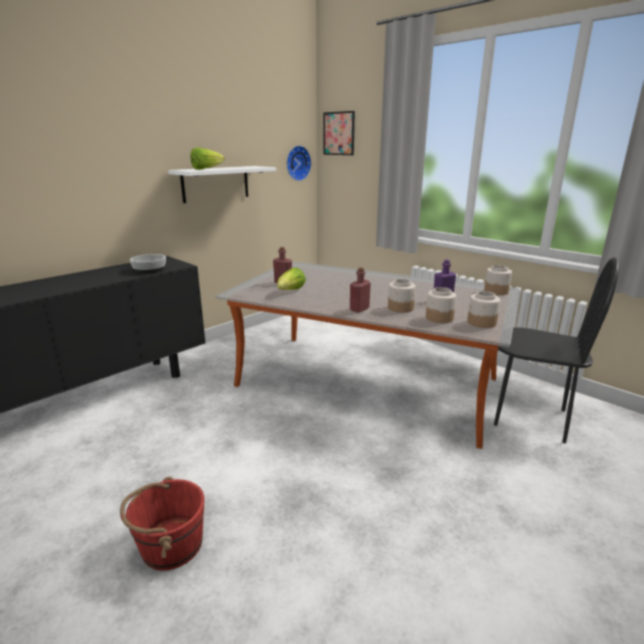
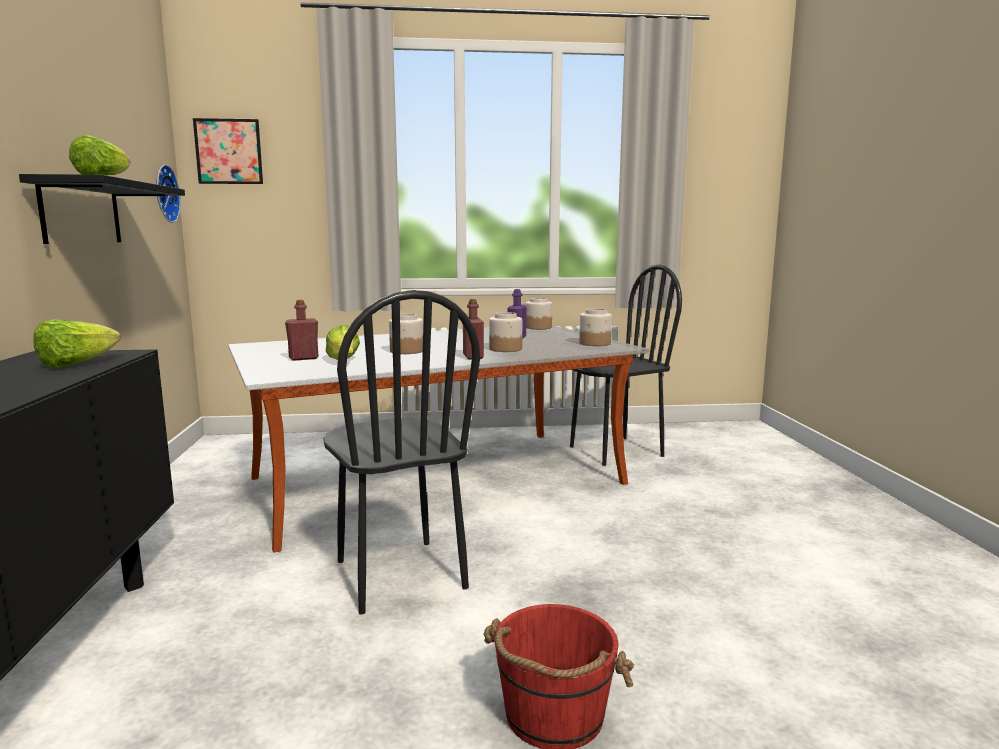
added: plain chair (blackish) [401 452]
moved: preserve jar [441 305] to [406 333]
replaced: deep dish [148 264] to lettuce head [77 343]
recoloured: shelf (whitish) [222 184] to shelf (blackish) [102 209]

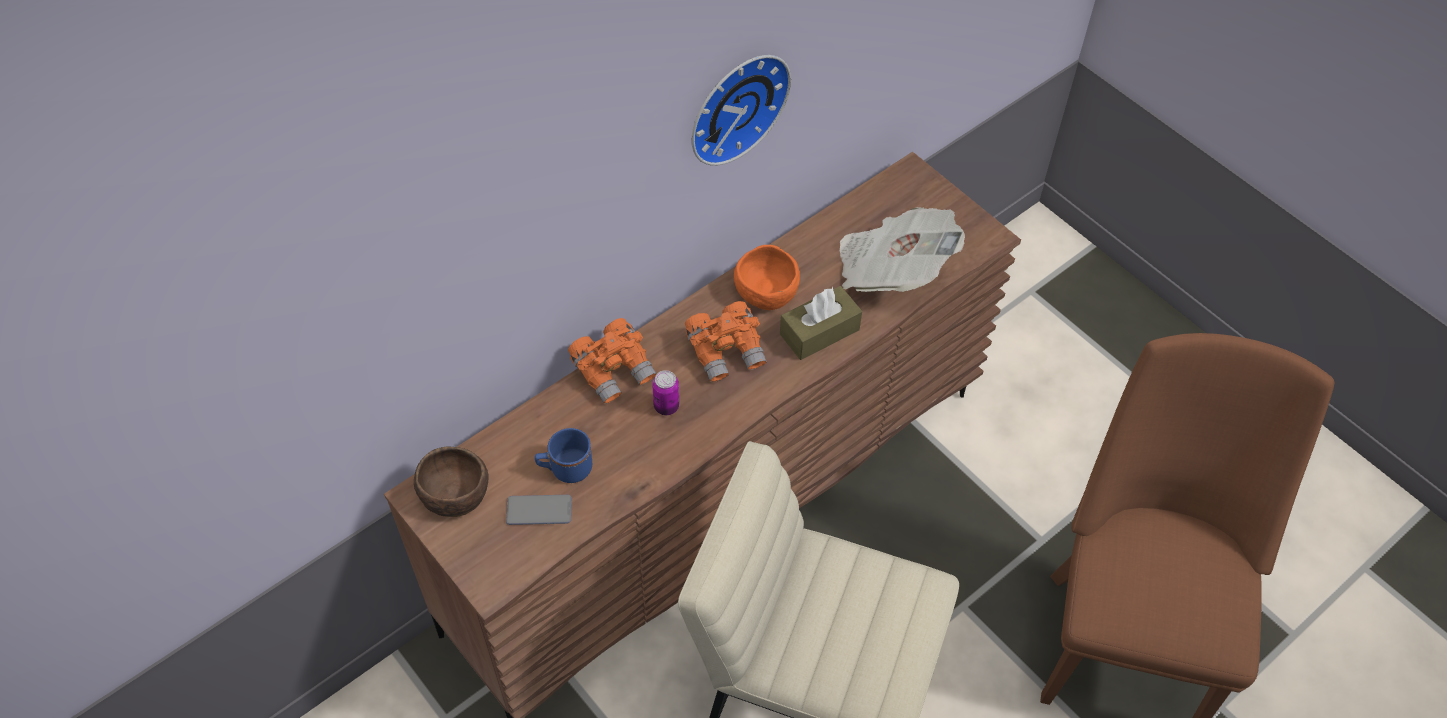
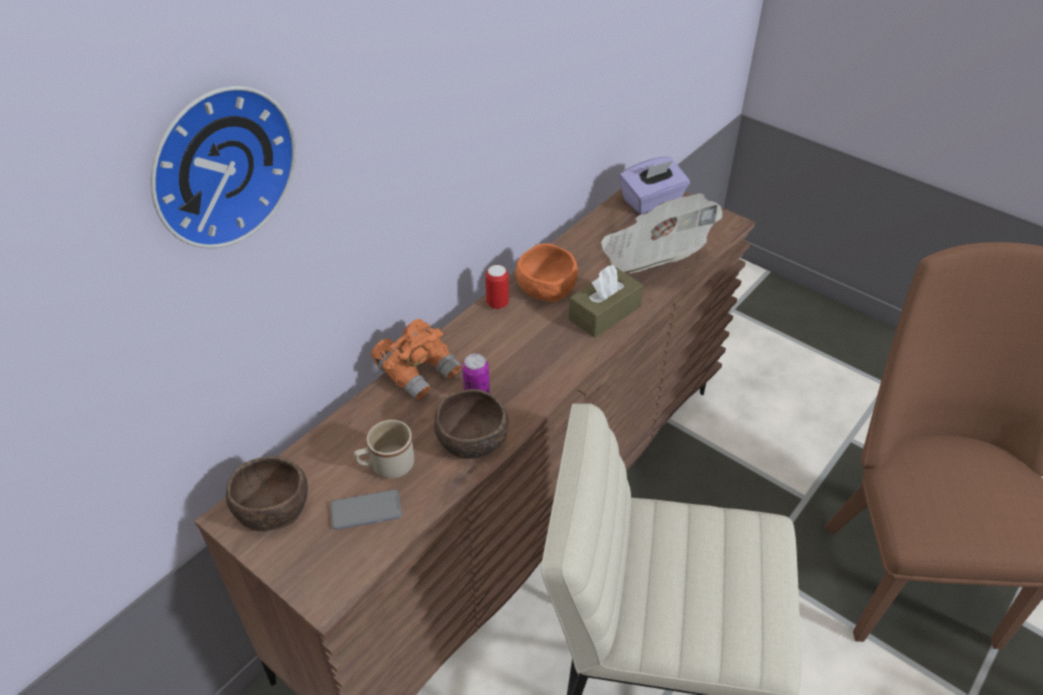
removed: field glasses (orange) [726 341]
added: deep dish (brownish) [471 424]; can [497 287]; box of tissues (purple-coloured) [654 185]
moved: wall clock [741 110] to [223 167]
recoloured: tea mug (blue-coloured) [563 455] to tea mug (sand-coloured) [384 449]

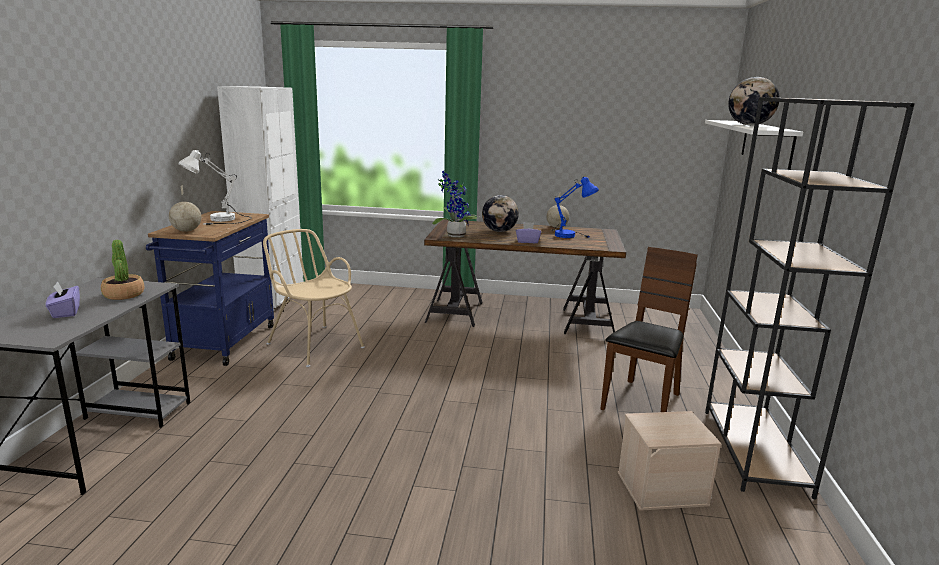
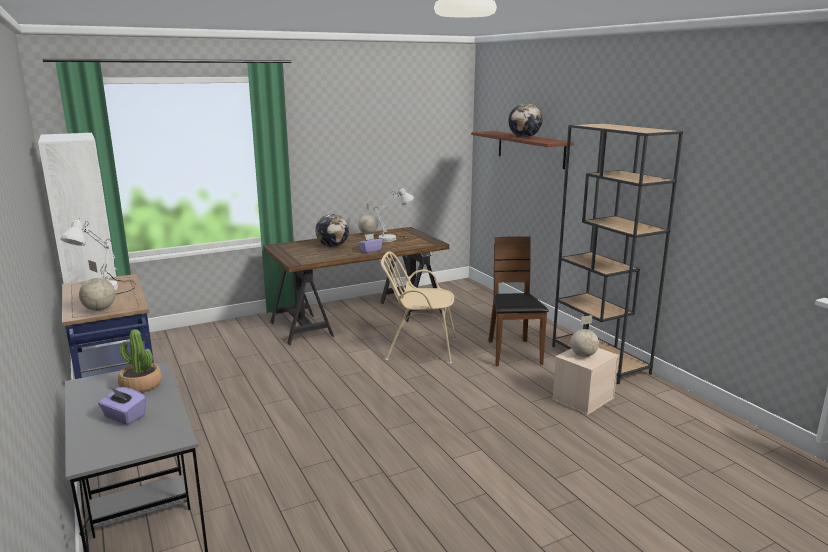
removed: potted plant [456 204]
added: world globe [584 336]
moved: plain chair (sand-coloured) [314 298] to [419 307]
recoloured: table lamp (blue-coloured) [575 207] to table lamp (whitish) [394 215]; shelf (whitish) [754 145] to shelf (brownish) [522 150]

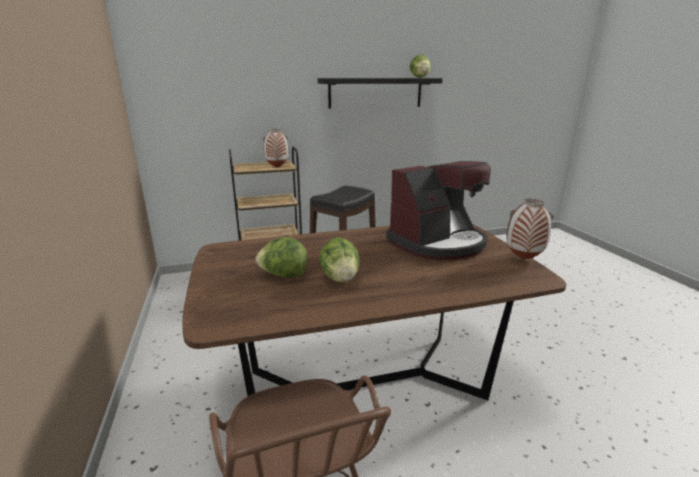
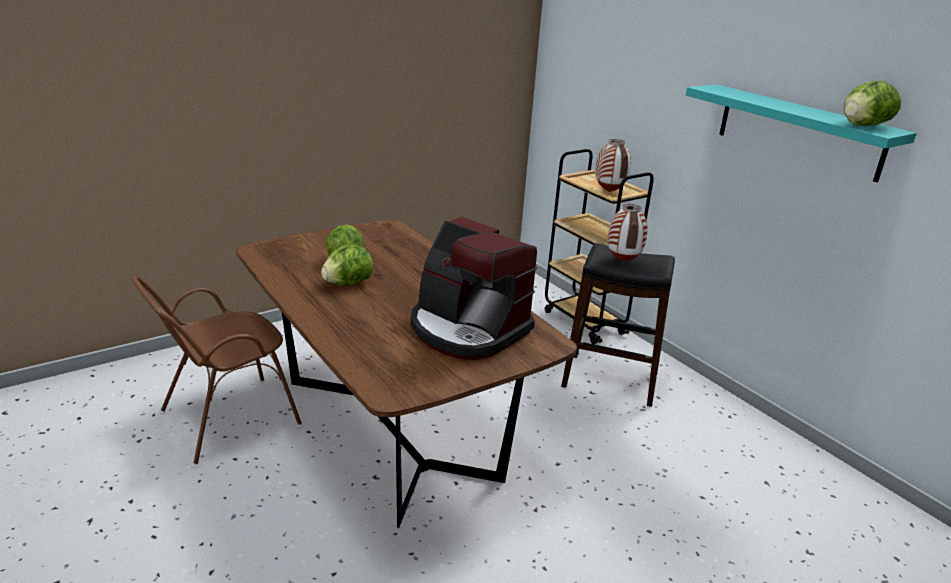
moved: decorative vase [529 229] to [627 233]
recoloured: shelf (blackish) [380 93] to shelf (blue-green) [801 133]

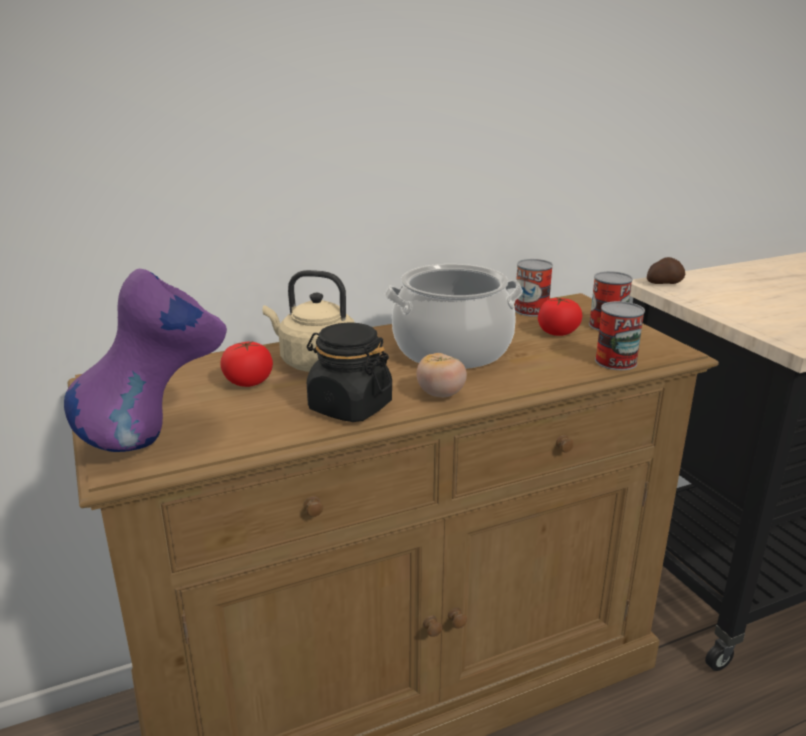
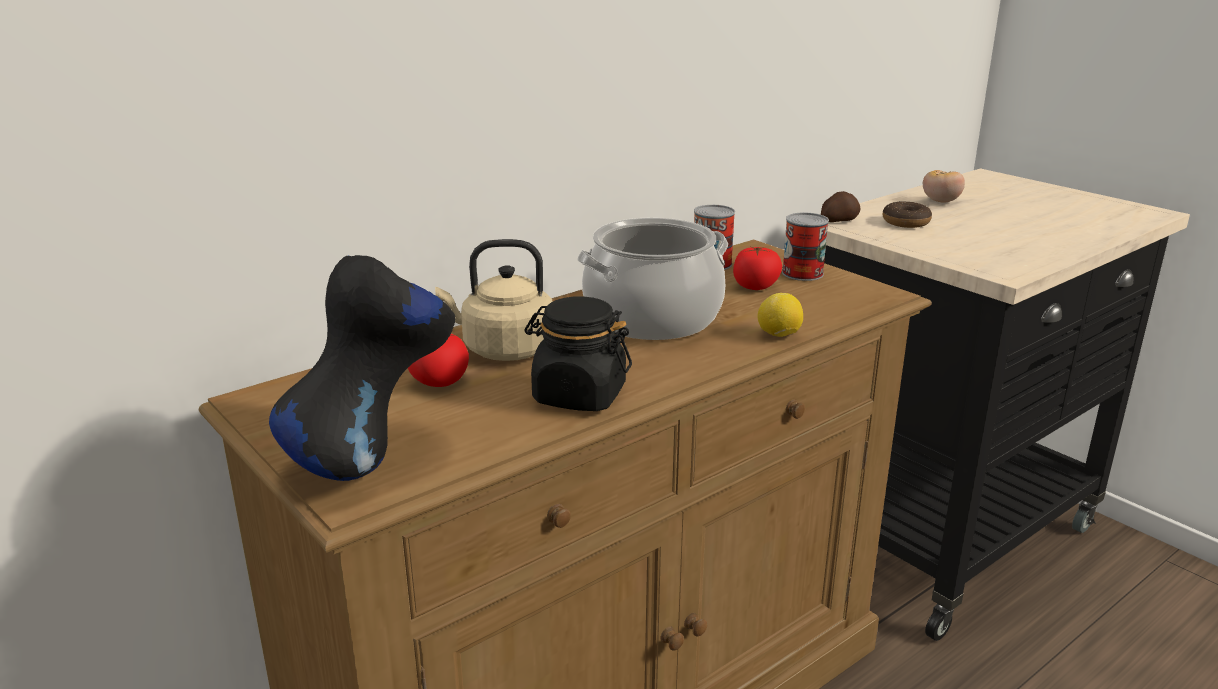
removed: can [620 335]
added: whole lemon [780 315]; donut [907 214]
moved: whole tomato [441 375] to [944 186]
recoloured: decorative vase (purple-coloured) [145 360] to decorative vase (blackish) [362 368]

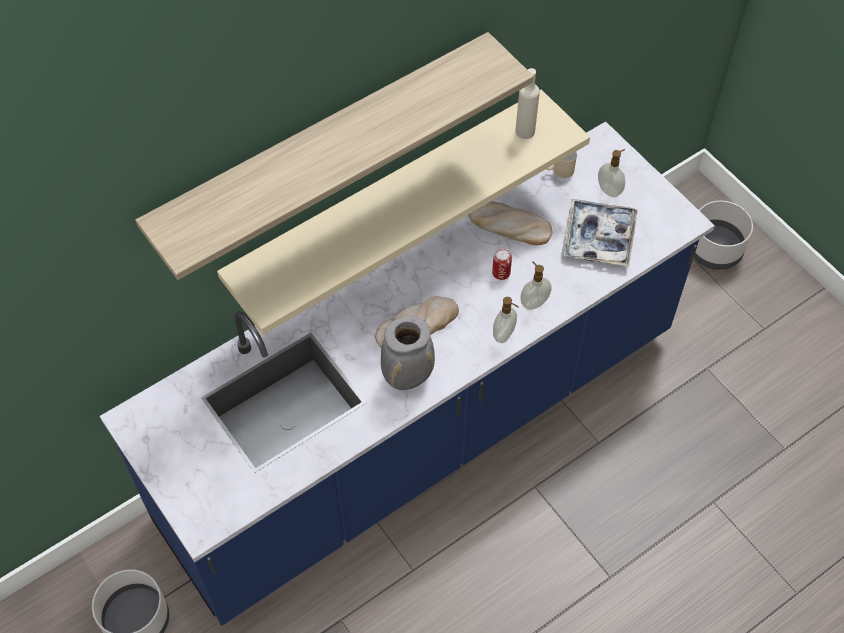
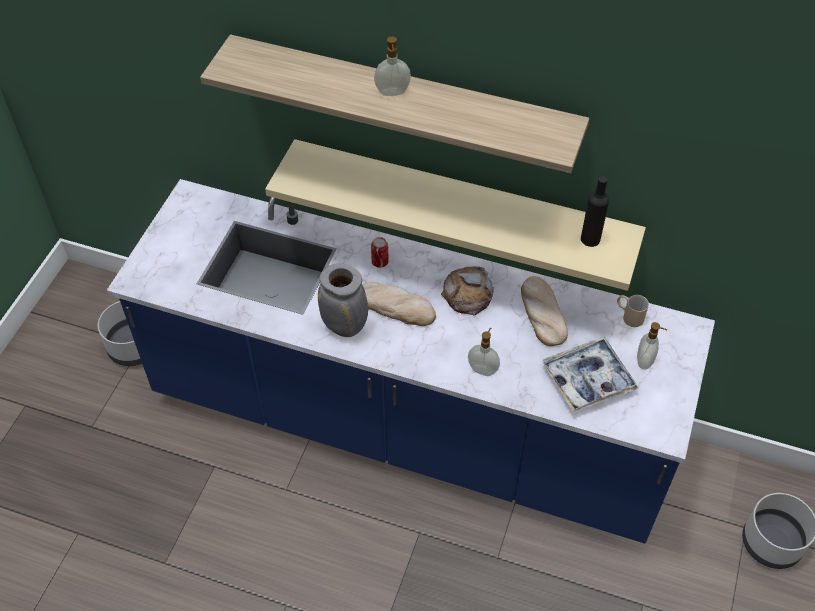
added: baked bread [467 290]
moved: can [502 264] to [380 252]; liquid soap bottle [506 320] to [392 66]
recoloured: bottle (sand-coloured) [527 103] to bottle (blackish) [595 211]

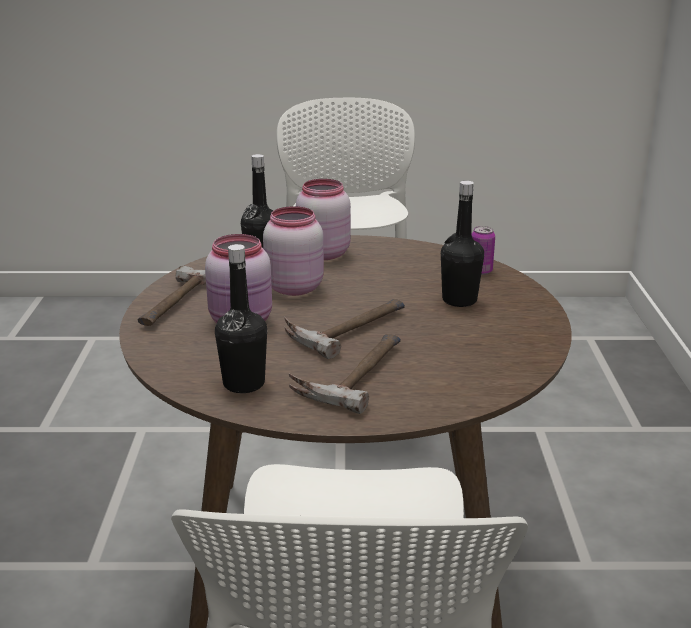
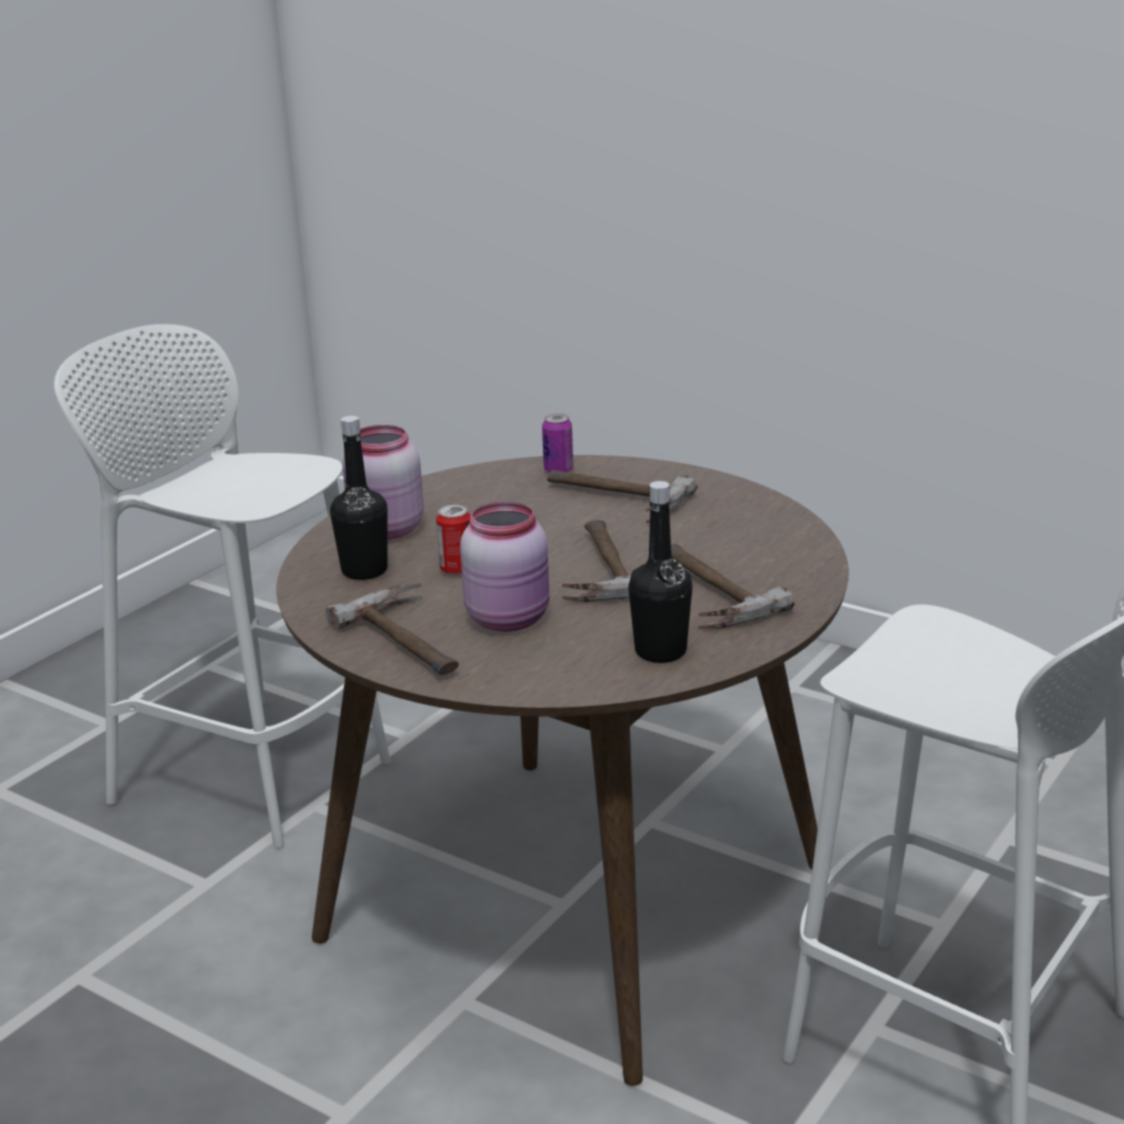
replaced: preserve jar (pink-coloured) [293 251] to can [453 540]; bottle (blackish) [462 244] to hammer [622 496]

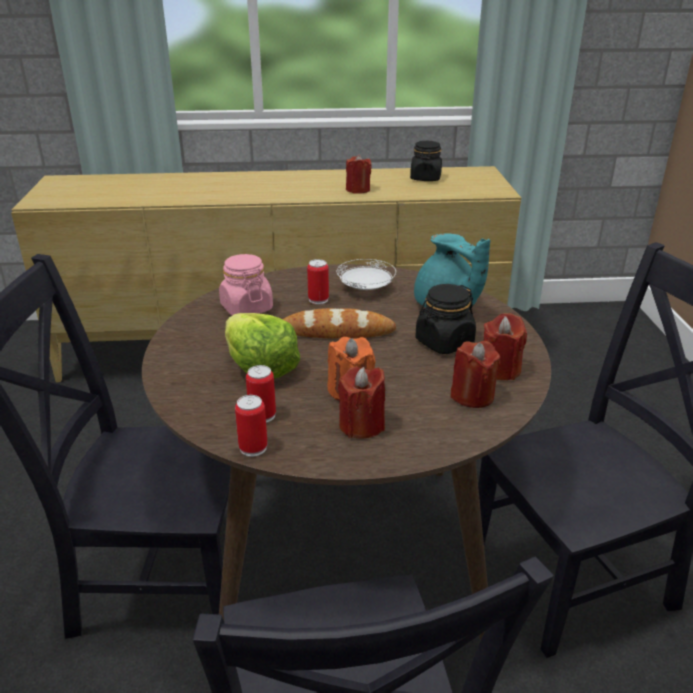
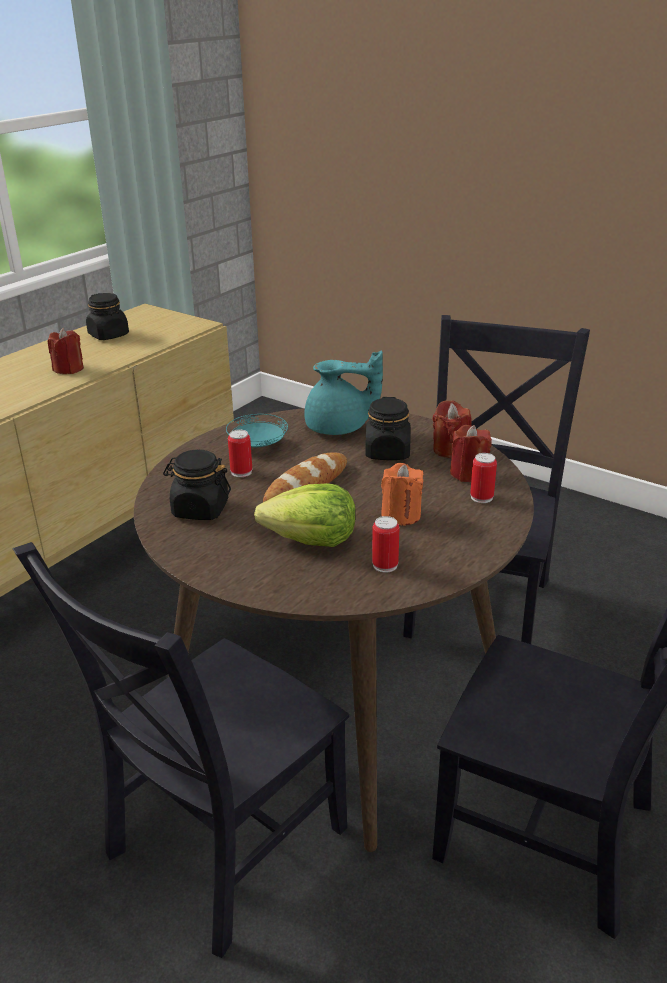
removed: wax light (red) [361 403]
moved: can [251 426] to [483 478]
recoloured: preserve jar (pink-coloured) [246 285] to preserve jar (blackish) [197 485]; plate (whitish) [366 274] to plate (blue-green) [257 430]

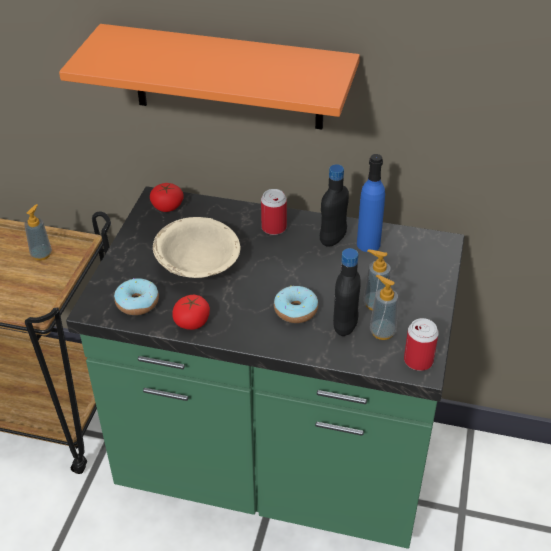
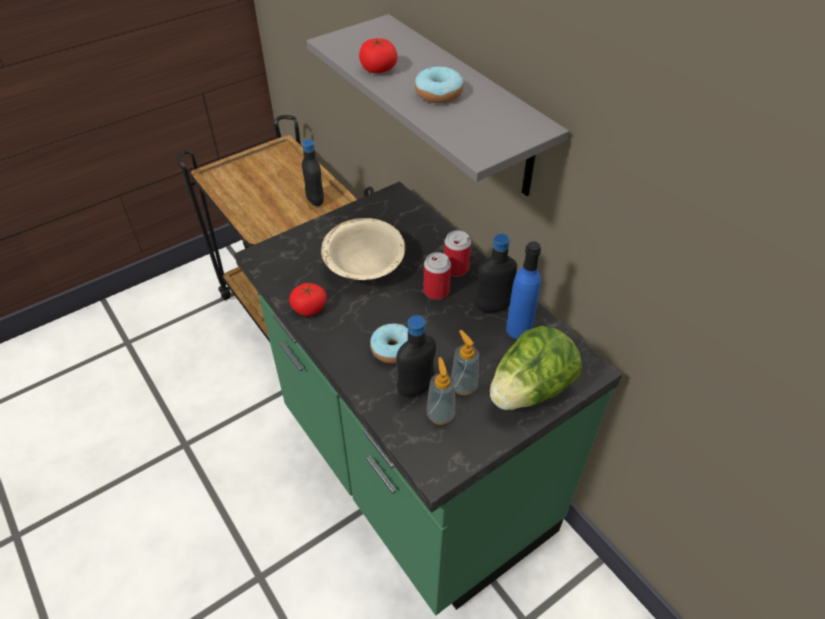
added: lettuce head [536 368]
moved: whole tomato [167 197] to [378 55]; donut [136 296] to [439 85]; can [421 344] to [437 276]
replaced: liquid soap bottle [38 232] to bottle (blackish) [313 173]
recoloured: shelf (orange) [209 77] to shelf (grey) [437 105]

